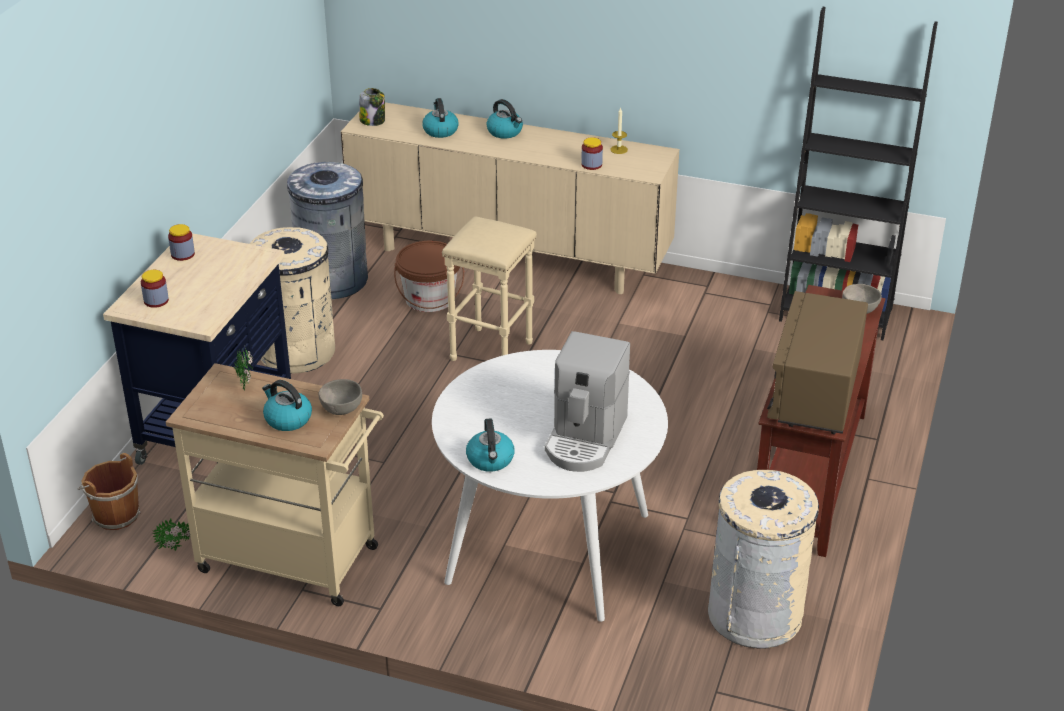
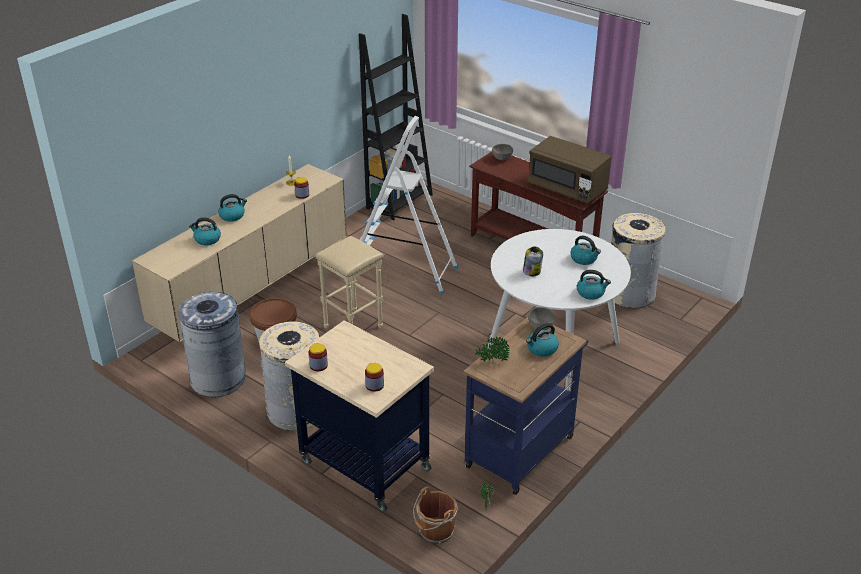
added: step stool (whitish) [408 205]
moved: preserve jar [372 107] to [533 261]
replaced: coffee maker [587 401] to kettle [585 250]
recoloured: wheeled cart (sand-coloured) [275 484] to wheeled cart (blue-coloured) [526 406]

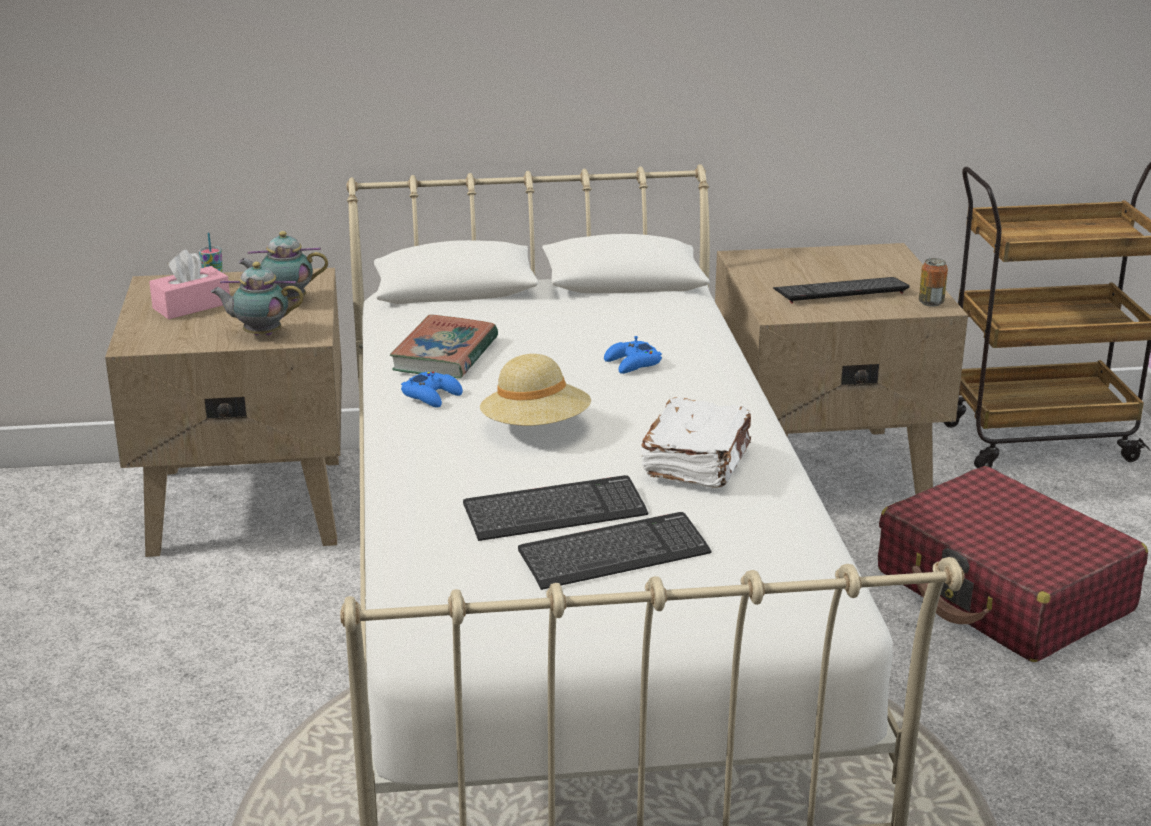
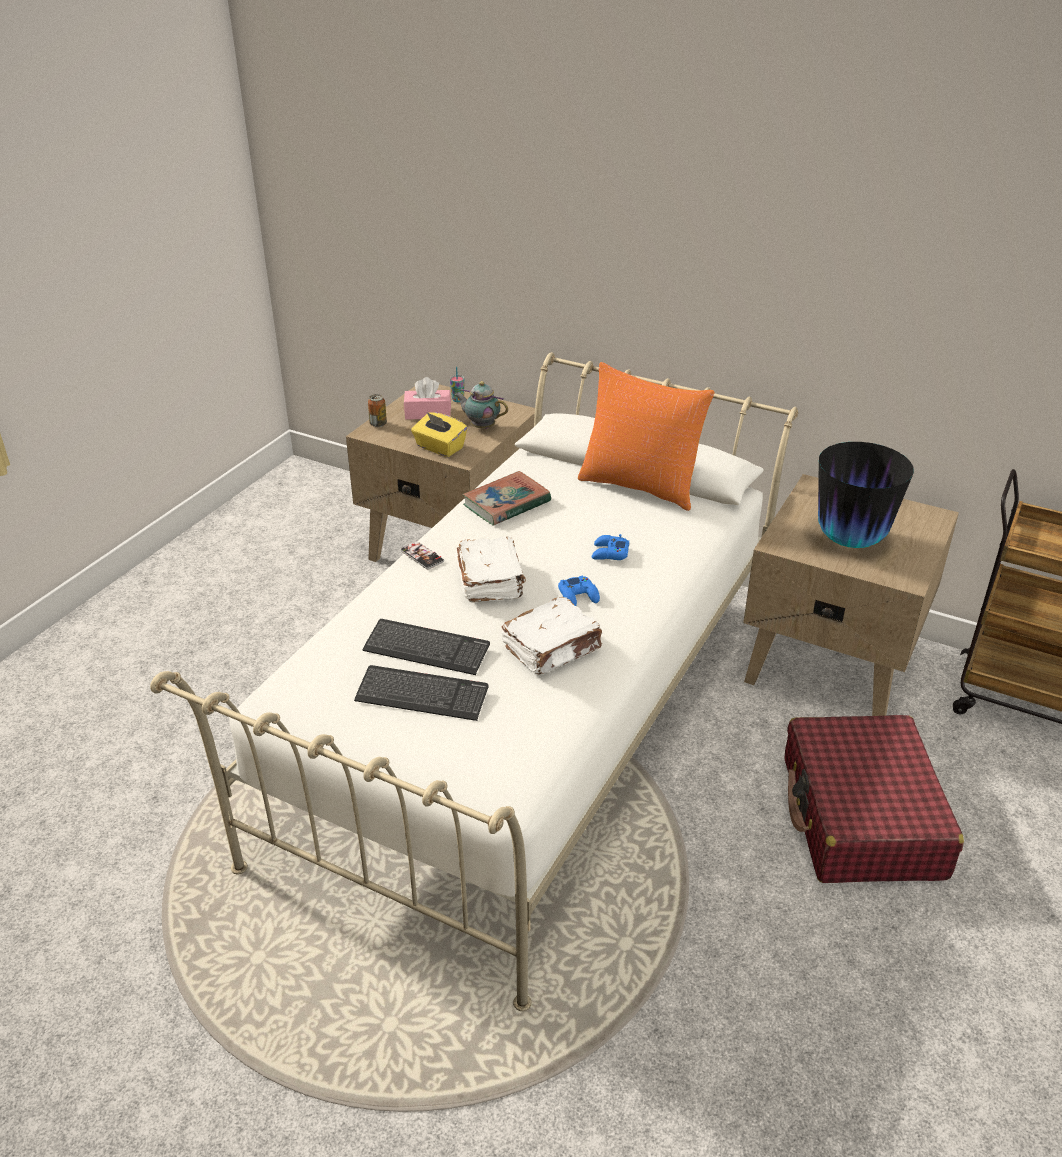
added: telephone [422 554]; pillow (orange) [646 436]
moved: can [933 282] to [377 410]; joypad (blue-coloured) [432 390] to [579 591]
replaced: teapot [257 299] to box of tissues (yellow-coloured) [439 434]; hat (sand-coloured) [535 390] to book (whitish) [490 569]; PC keyboard [841 290] to decorative vase [866 495]

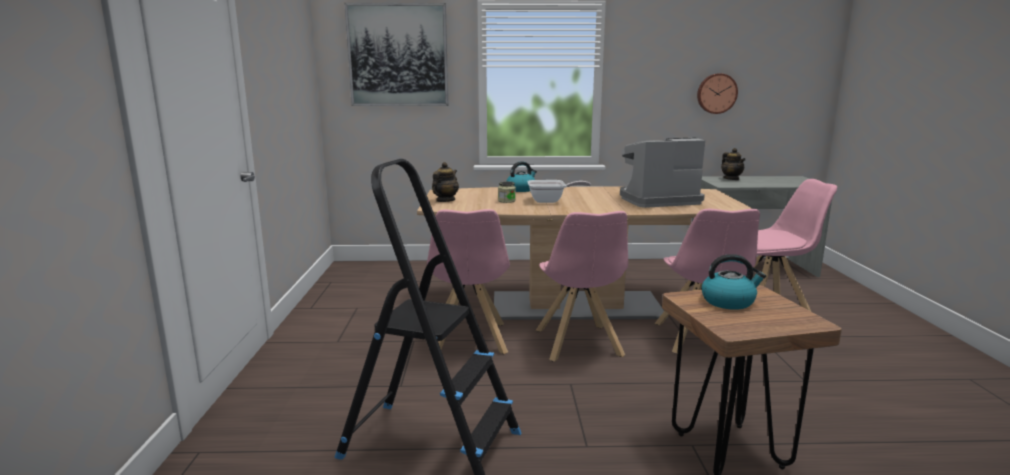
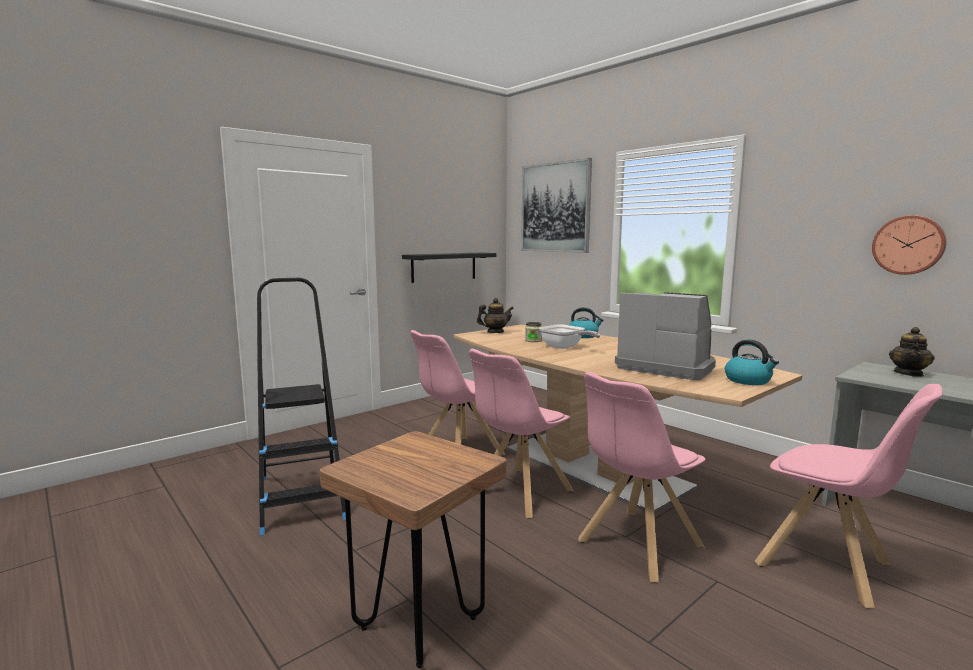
added: shelf (blackish) [449 268]
moved: kettle [733 282] to [752 362]

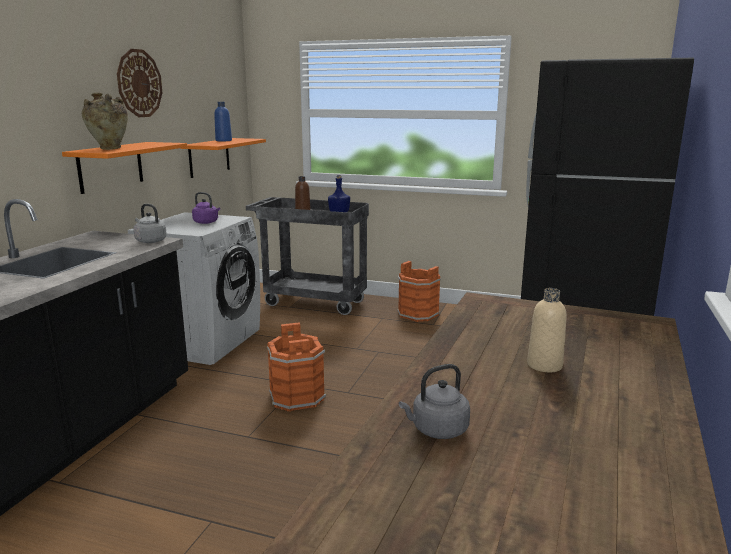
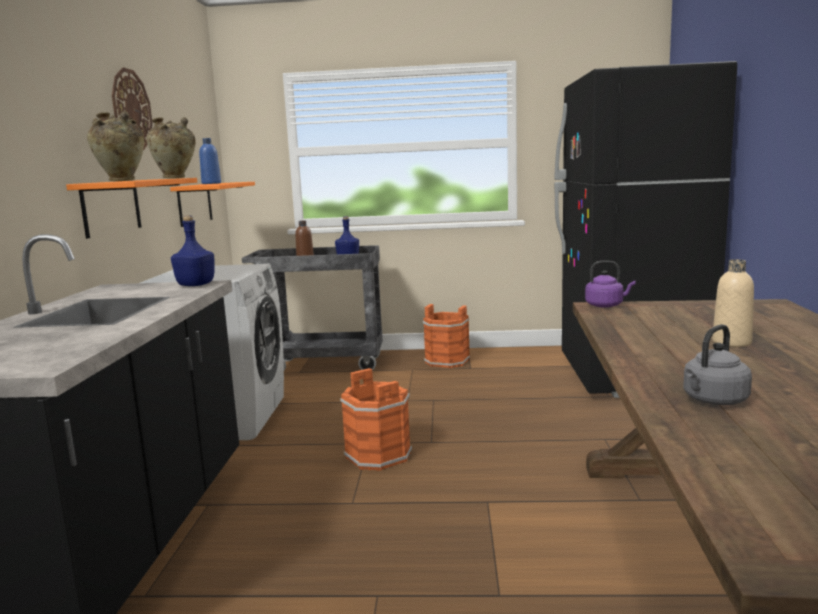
added: decorative vase (sand-coloured) [171 147]
moved: kettle (purple-coloured) [206 208] to [610 284]
replaced: kettle (grey) [150 223] to bottle (blue-coloured) [193 250]

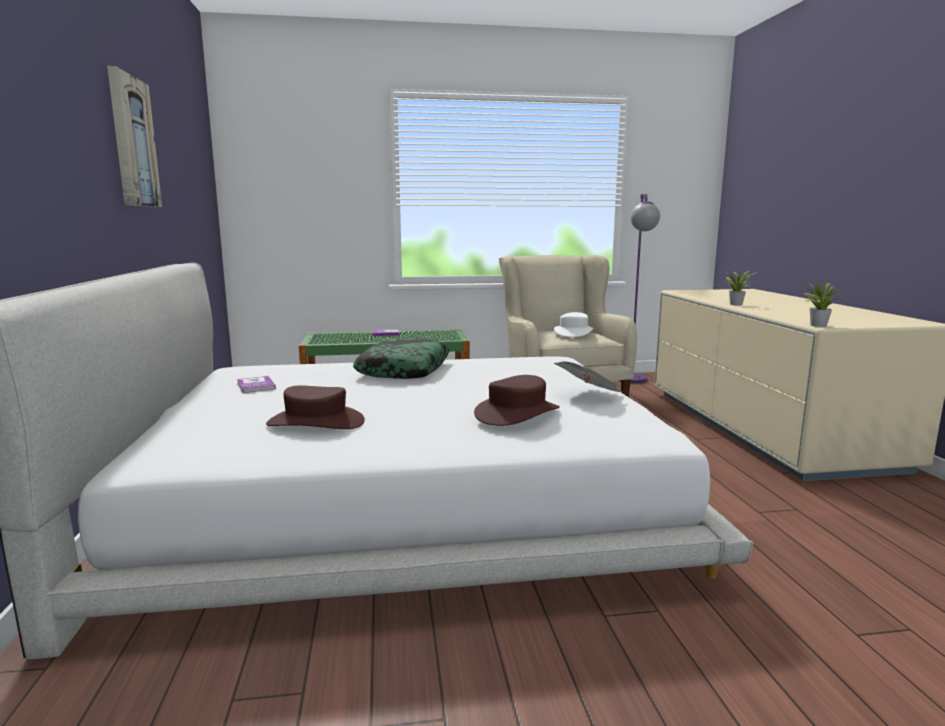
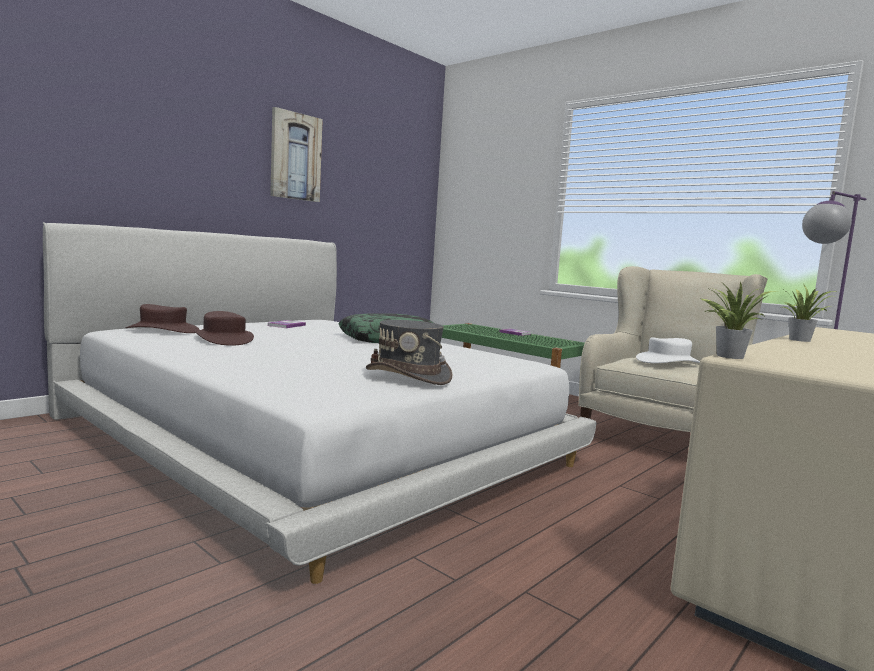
moved: hat (brownish) [517 400] to [163 318]
replaced: newspaper [588 376] to hat (grey) [409 352]

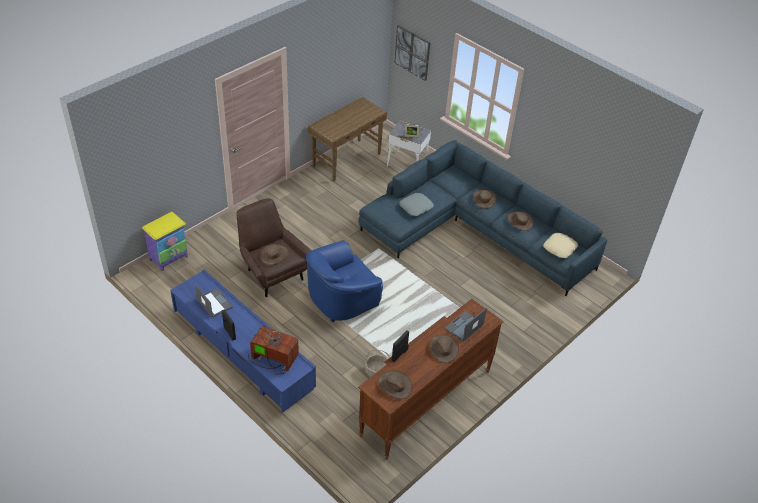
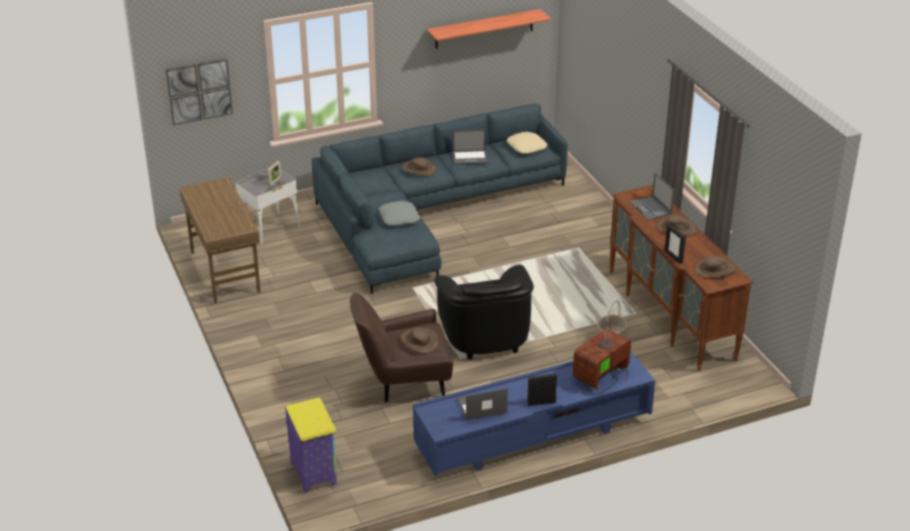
added: shelf [489 29]
replaced: hat (brownish) [520 221] to laptop [470 147]
recoloured: easy chair (blue-coloured) [344 281] to easy chair (blackish) [484 312]

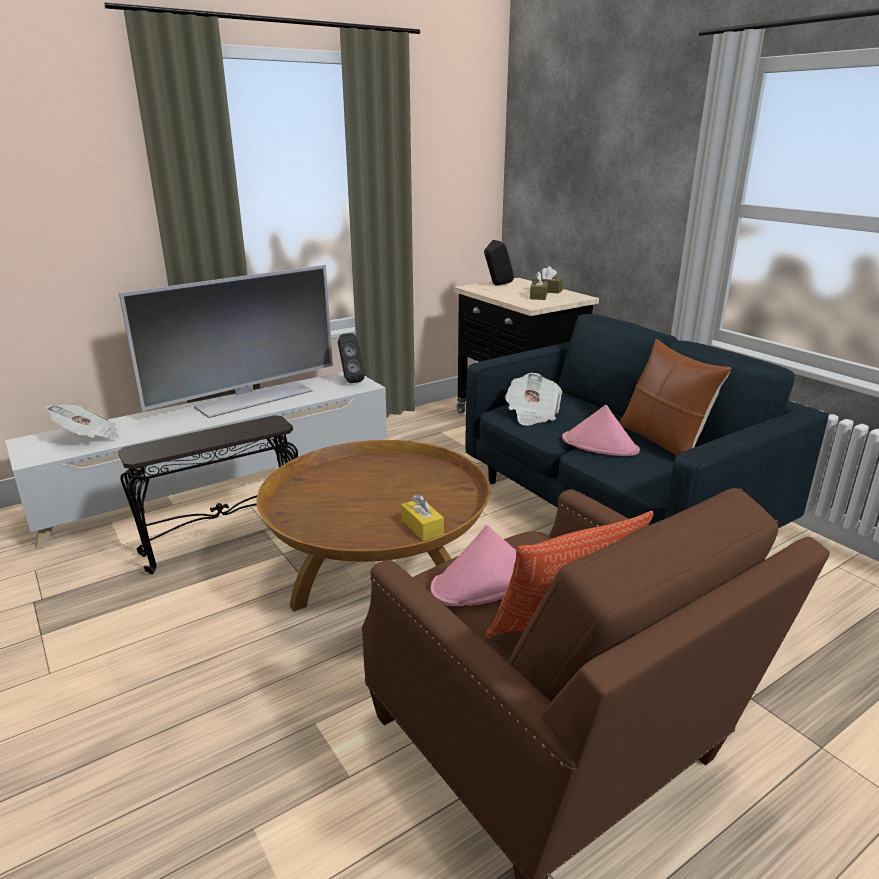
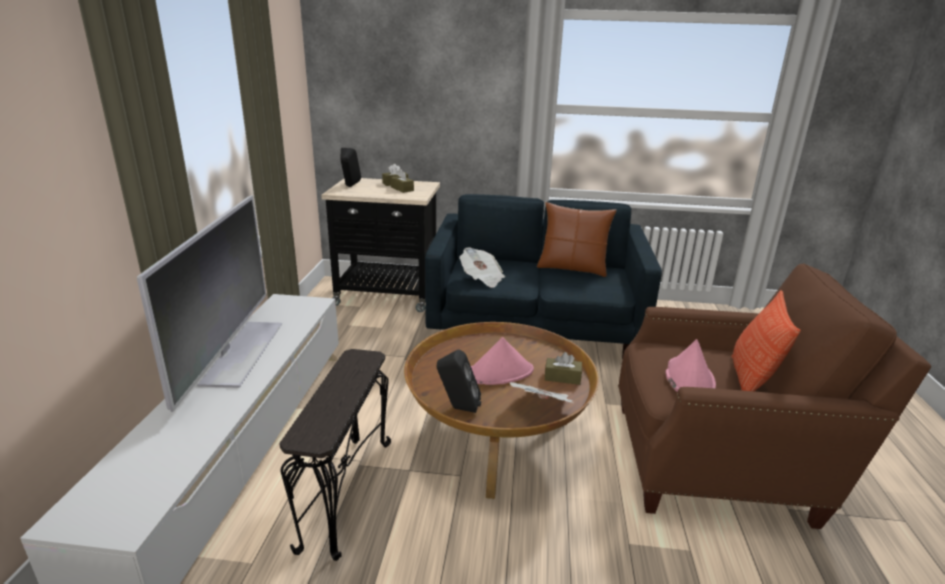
moved: audio speaker (blackish) [351 358] to [459 381]; hat (pink-coloured) [601 430] to [502 361]; newspaper [82 421] to [541 392]
recoloured: box of tissues (yellow-coloured) [422 517] to box of tissues (brownish) [563 368]

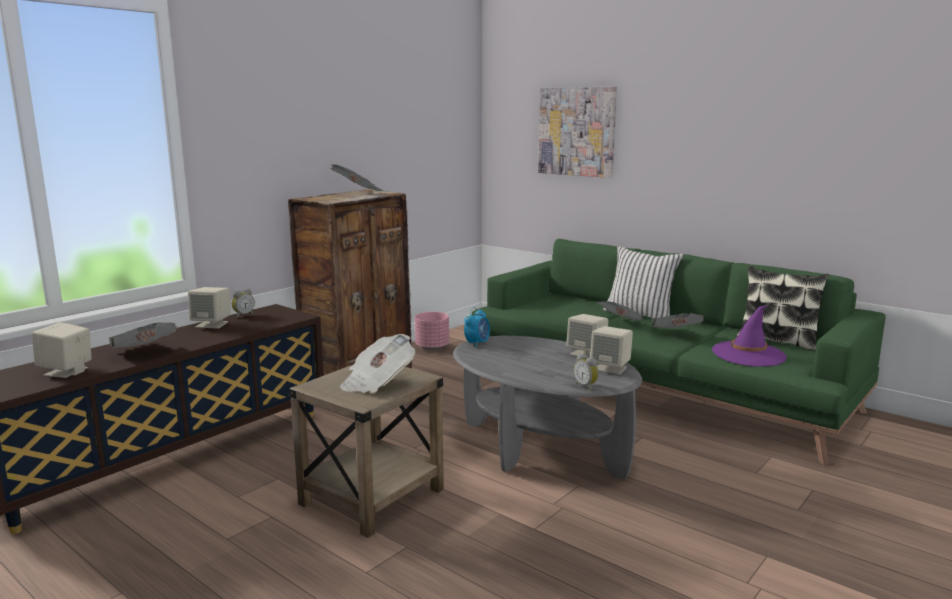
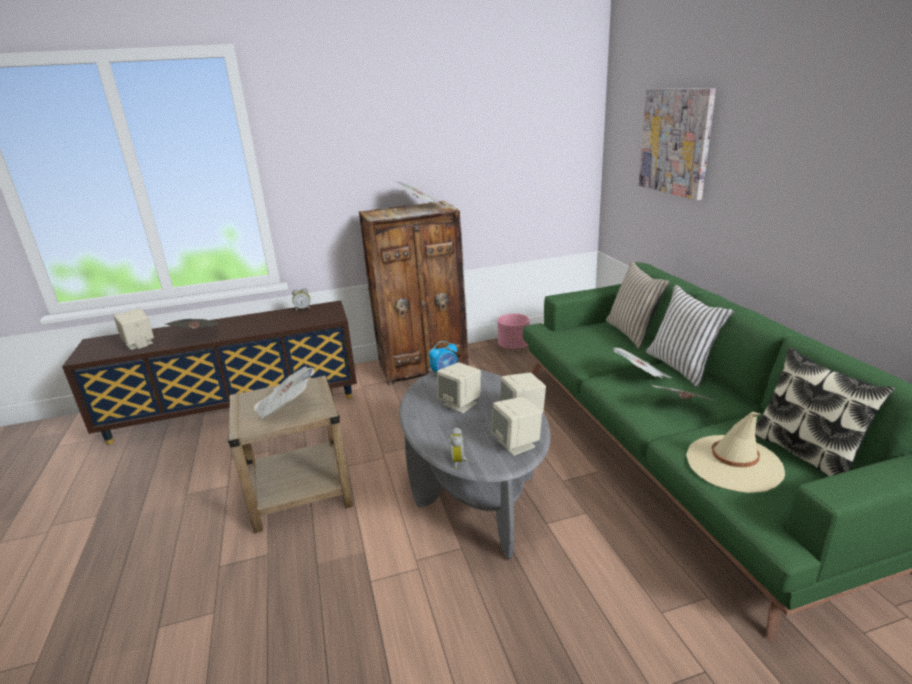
added: pillow (sand-coloured) [638 305]
moved: audio speaker (sand-coloured) [209 308] to [459 387]
recoloured: hat (purple-coloured) [749 336] to hat (sand-coloured) [735 452]

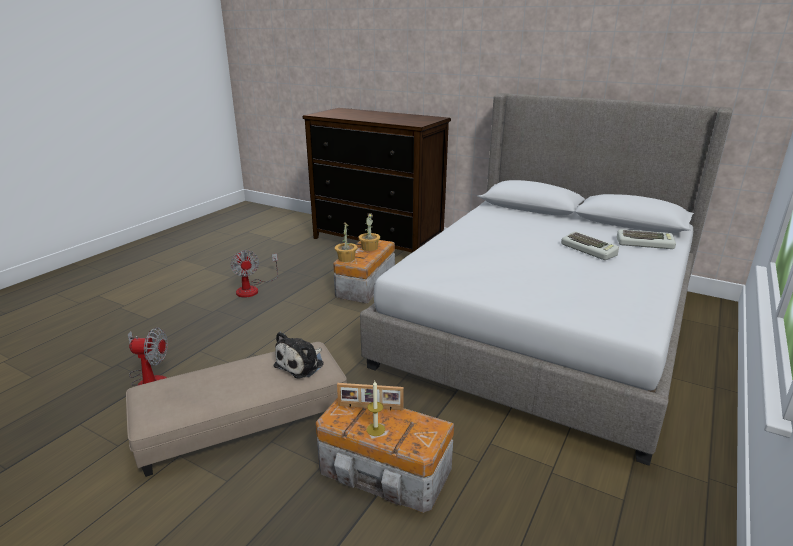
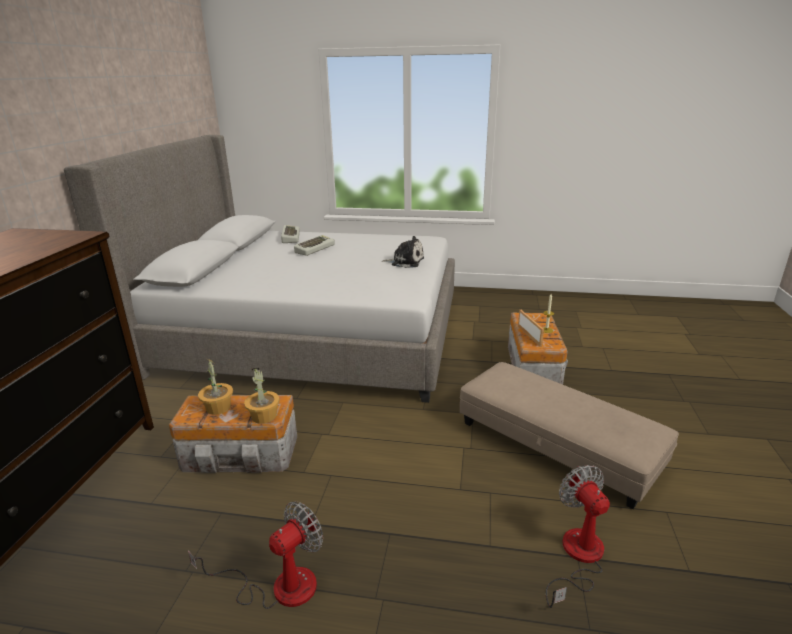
moved: cuddly toy [298 355] to [403 252]

